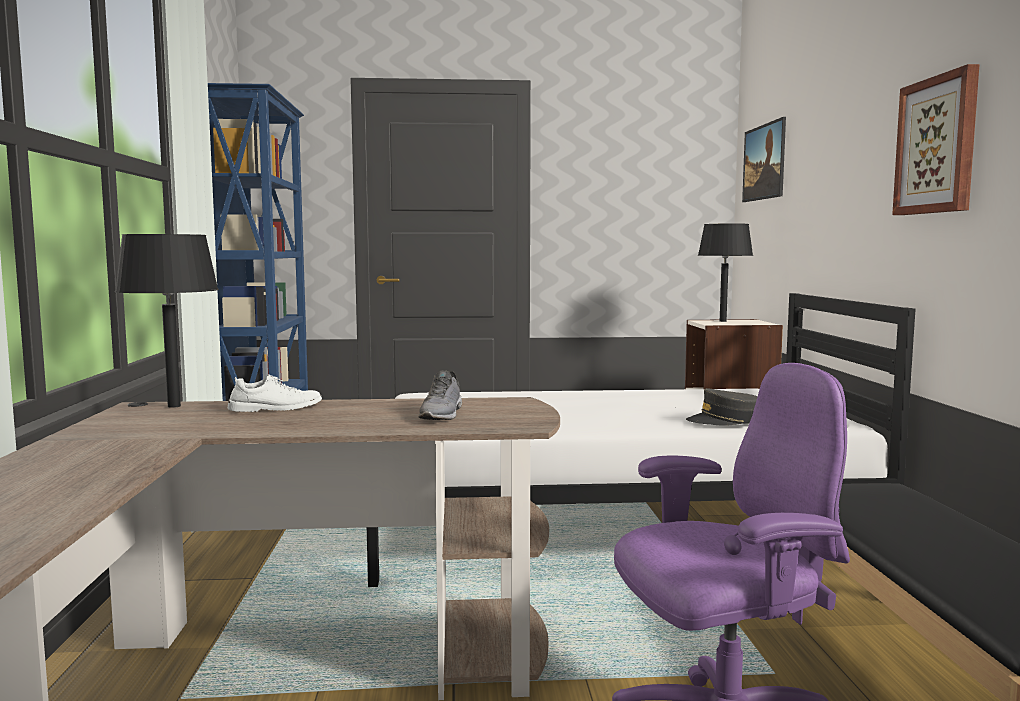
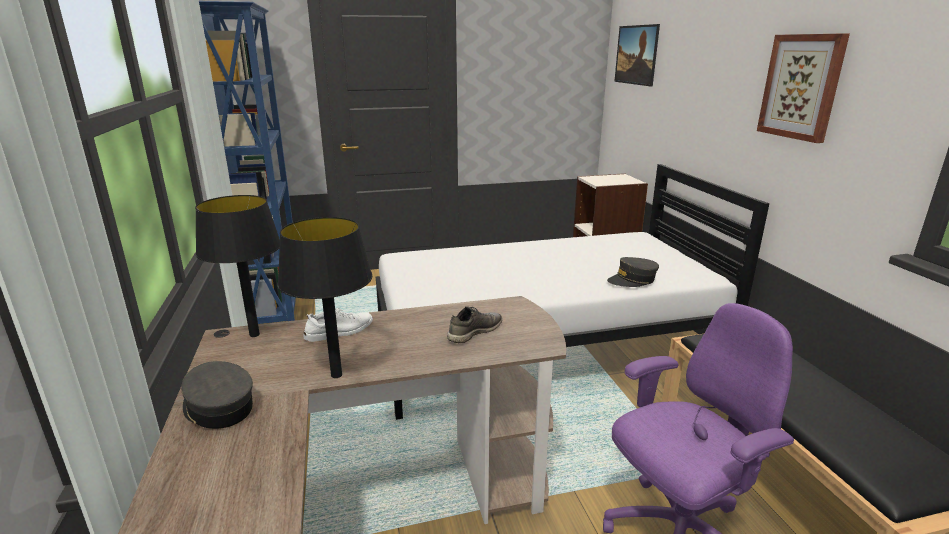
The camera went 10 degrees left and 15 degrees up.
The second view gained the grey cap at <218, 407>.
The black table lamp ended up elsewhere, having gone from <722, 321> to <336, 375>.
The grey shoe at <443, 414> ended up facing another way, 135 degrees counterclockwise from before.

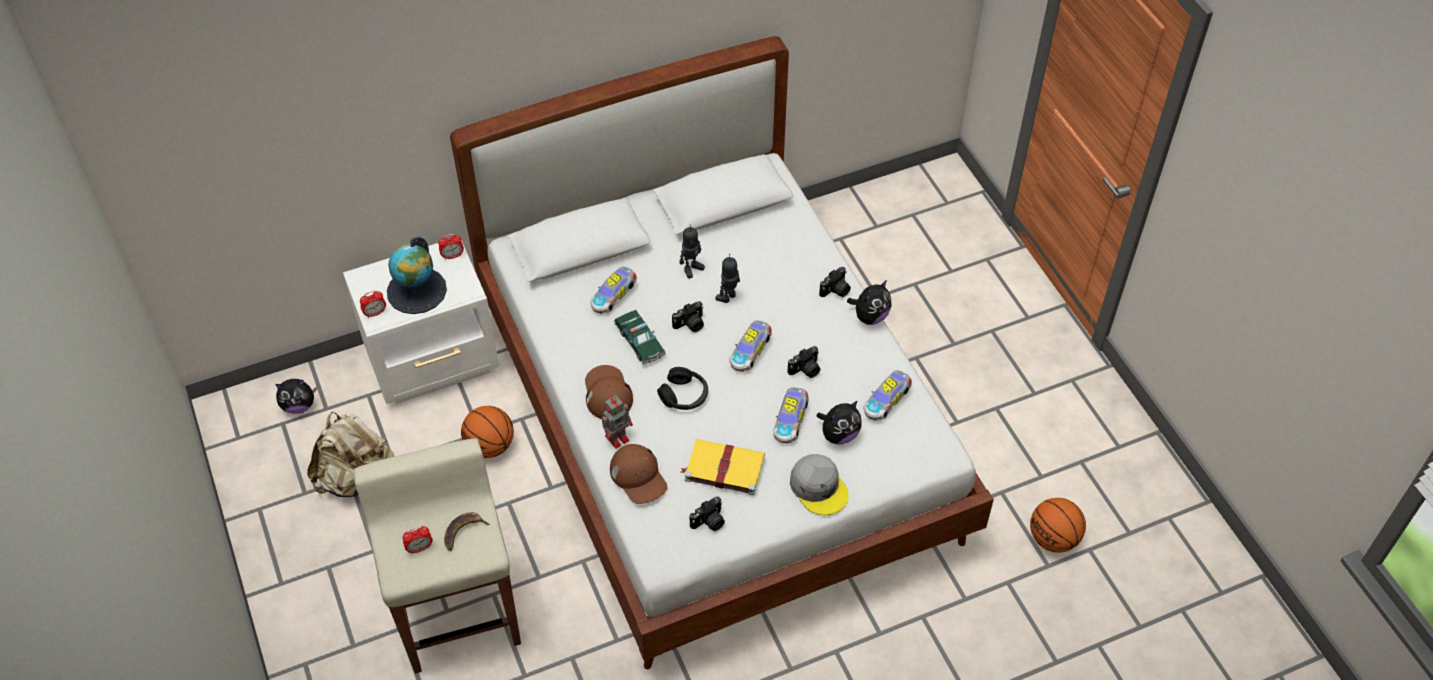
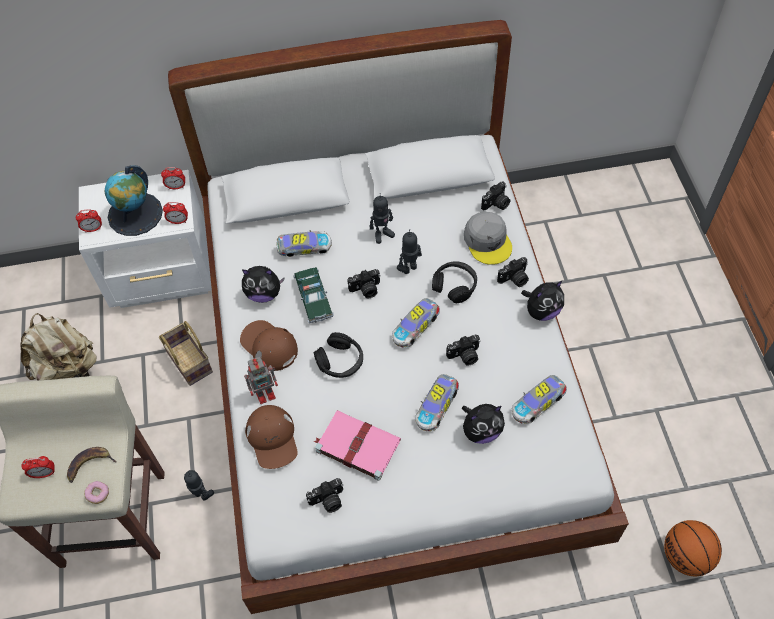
The camera went 15 degrees right and 5 degrees up.
The second view gained the donut at <98, 494>.
Where the basketball stood at <490, 446>, the basket came to stand at <188, 361>.
The second view gained the alarm clock at <178, 221>.
The second view gained the toy robot at <201, 495>.
The brown cap at <607, 394> ended up facing another way, 45 degrees counterclockwise from before.
The plush toy ended up elsewhere, having gone from <299, 406> to <264, 294>.
The toy car at <614, 295> ended up facing another way, 150 degrees counterclockwise from before.
What was the yellow book at <723, 468> turned into the pink book at <356, 445>.
The second view gained the black headphones at <454, 285>.
The grey cap ended up elsewhere, having gone from <819, 487> to <488, 241>.
The second view gained the photo camera at <496, 204>.

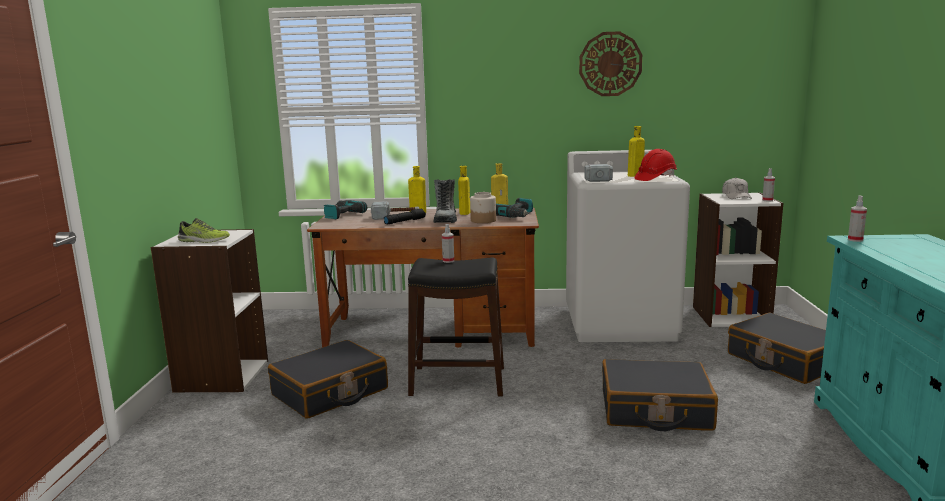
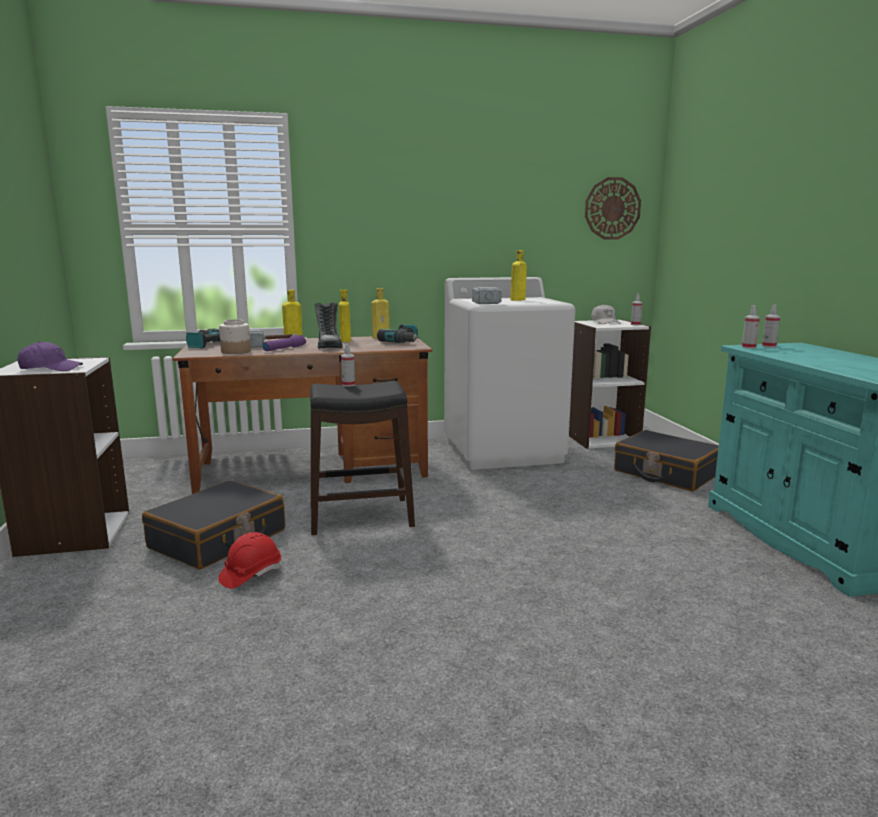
The camera went 15 degrees left and 0 degrees up.
Where the shoe stood at <203, 240>, the purple cap came to stand at <50, 368>.
The red hard hat ended up elsewhere, having gone from <655, 178> to <251, 574>.
The jar ended up elsewhere, having gone from <483, 220> to <236, 351>.
What was the black flashlight at <405, 221> turned into the purple flashlight at <284, 348>.
The wall clock ended up elsewhere, having gone from <610, 64> to <612, 208>.
The second view gained the spray bottle at <769, 346>.
The second view lost the black suitcase at <655, 410>.

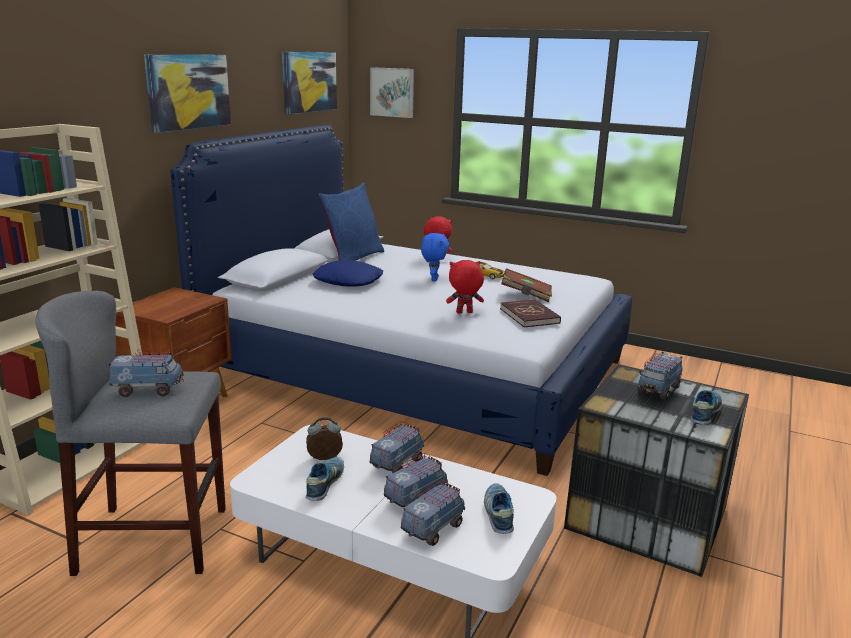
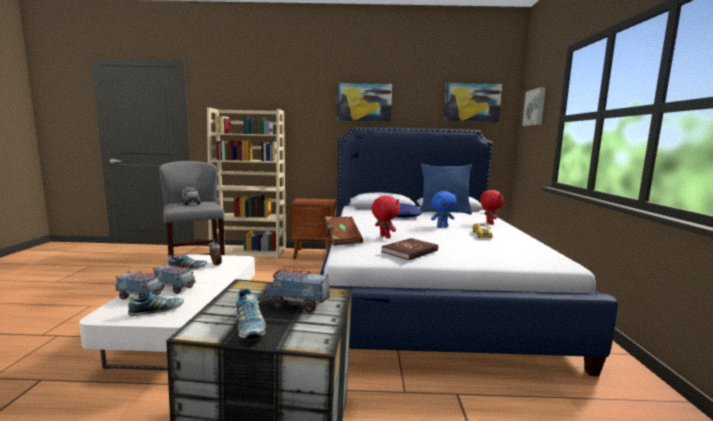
The camera went 65 degrees right and 10 degrees down.
The shoe at <705, 413> ended up facing another way, 60 degrees clockwise from before.
The brown book ended up elsewhere, having gone from <526, 295> to <342, 239>.
The second view lost the toy truck at <397, 463>.

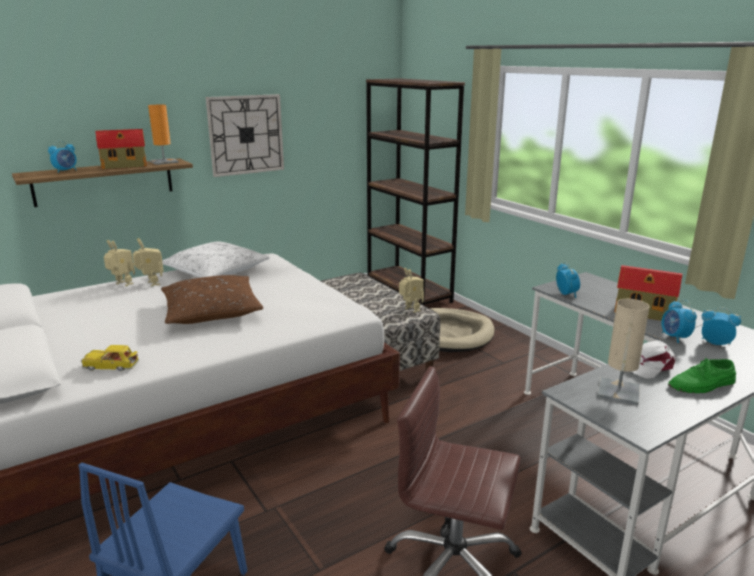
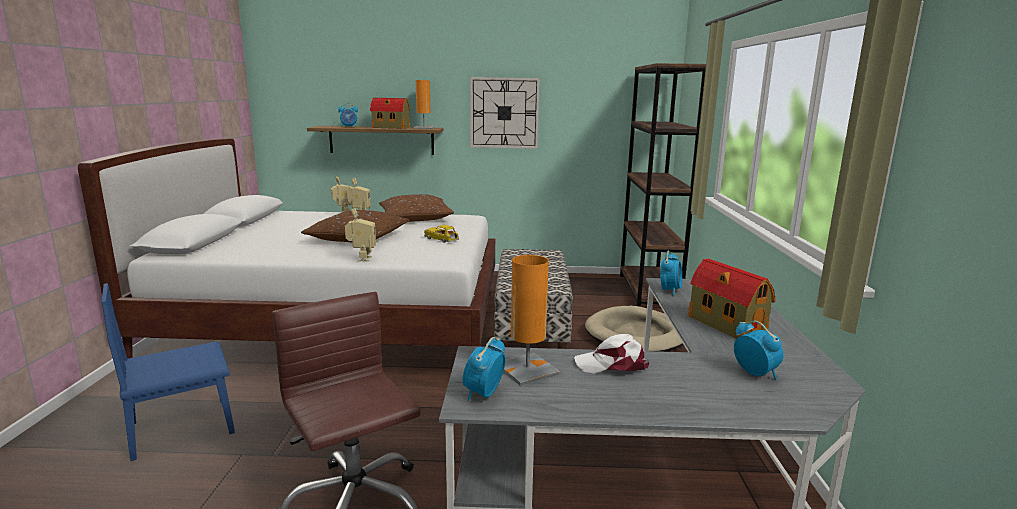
The camera went 35 degrees right and 5 degrees down.
The toy robot ended up elsewhere, having gone from <410, 310> to <362, 259>.
What was the white pillow at <216, 271> turned into the brown pillow at <415, 218>.
The toy car ended up elsewhere, having gone from <112, 366> to <442, 239>.
The alarm clock ended up elsewhere, having gone from <674, 337> to <483, 394>.
What was the beige table lamp at <618, 391> turned into the orange table lamp at <527, 370>.
The second view lost the green shoe at <702, 385>.

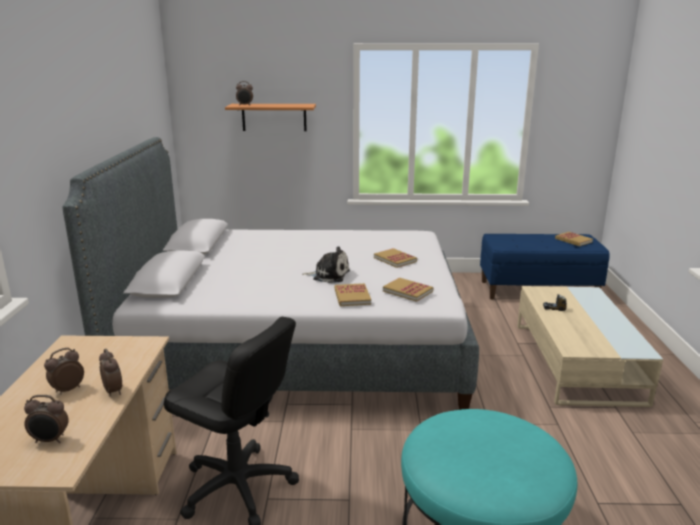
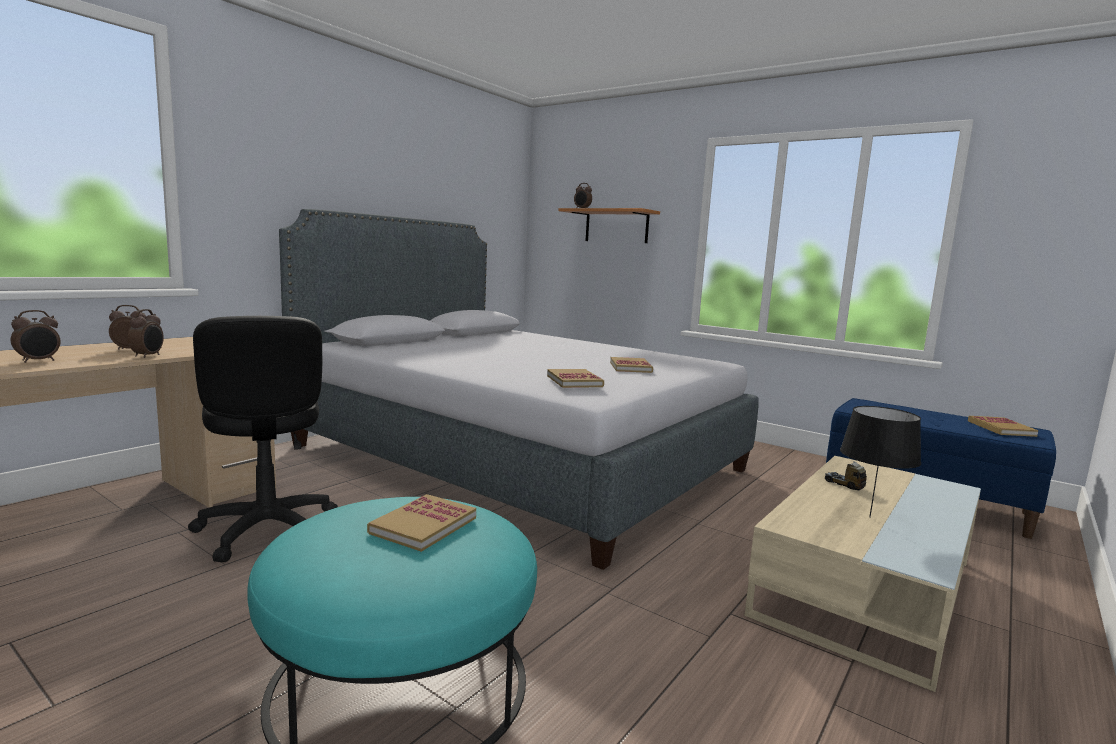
The camera went 35 degrees right and 10 degrees down.
The alarm clock at <50, 440> ended up facing another way, 90 degrees counterclockwise from before.
The book ended up elsewhere, having gone from <352, 296> to <423, 525>.
The second view gained the black table lamp at <870, 518>.
The second view lost the plush toy at <329, 275>.

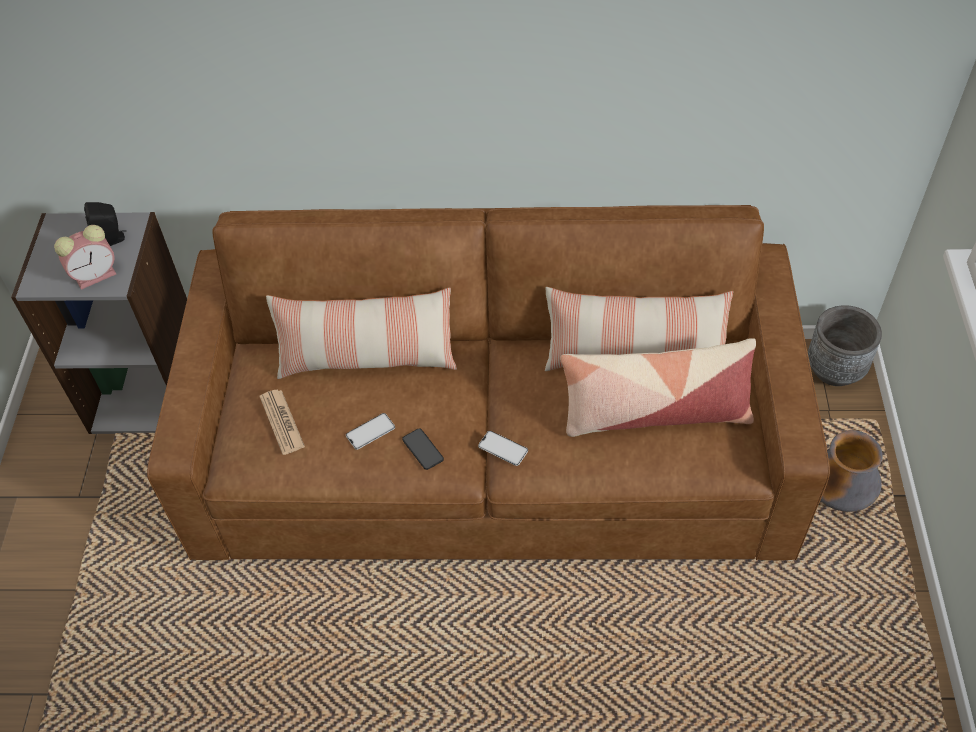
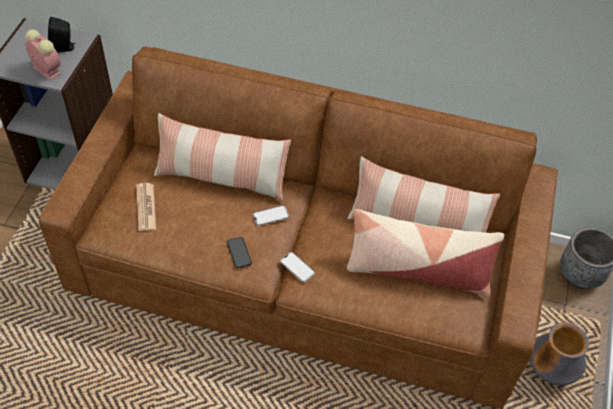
The camera went 10 degrees right and 0 degrees up.
The alarm clock at <97, 274> ended up facing another way, 120 degrees counterclockwise from before.
The phone ended up elsewhere, having gone from <370, 431> to <270, 215>.

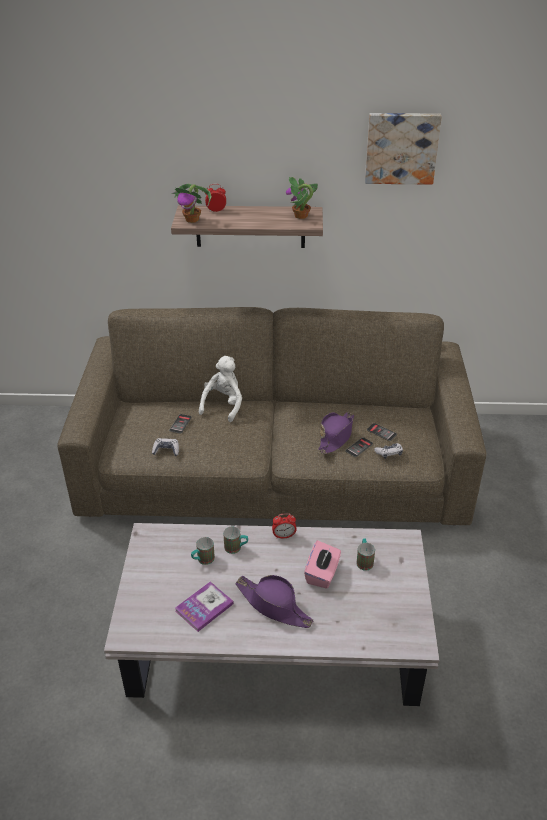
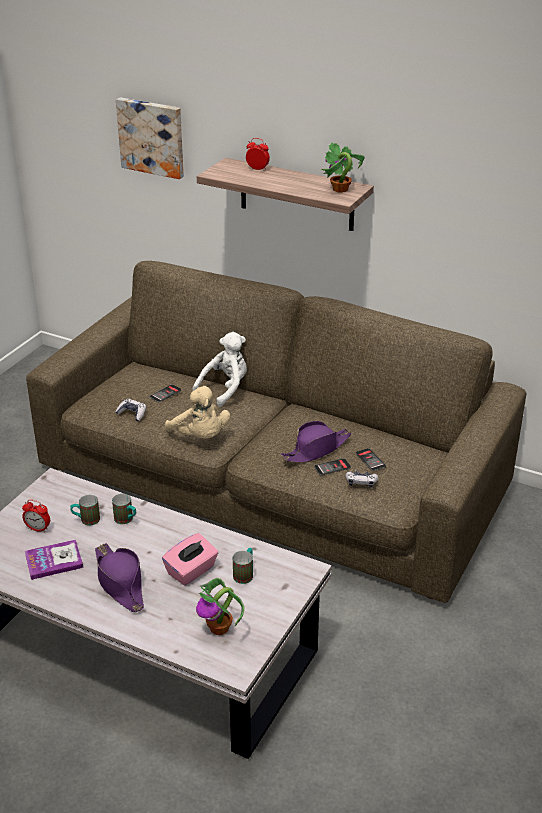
The camera went 25 degrees right and 5 degrees down.
The alarm clock ended up elsewhere, having gone from <284, 536> to <38, 529>.
The picture ended up elsewhere, having gone from <401, 147> to <152, 137>.
The second view gained the beige plush toy at <200, 437>.
The potted plant ended up elsewhere, having gone from <192, 219> to <220, 628>.

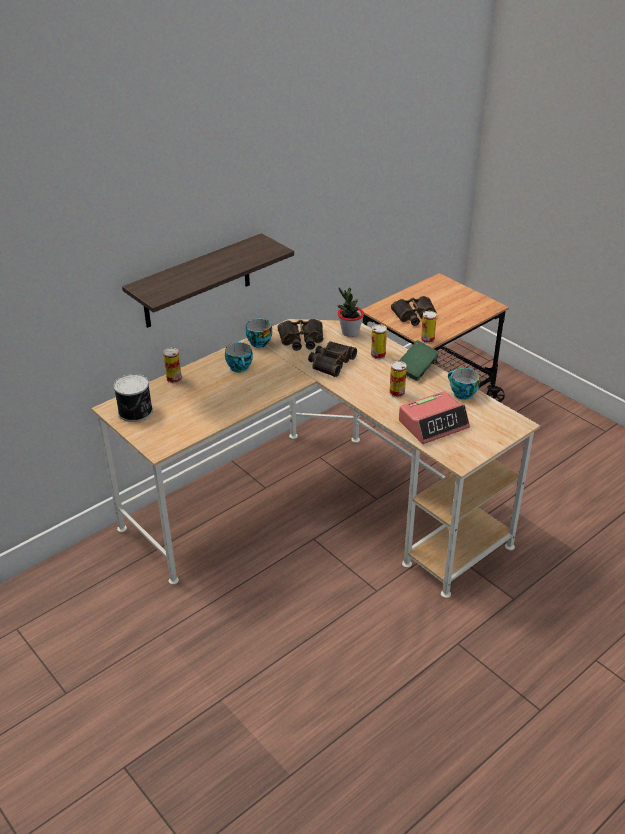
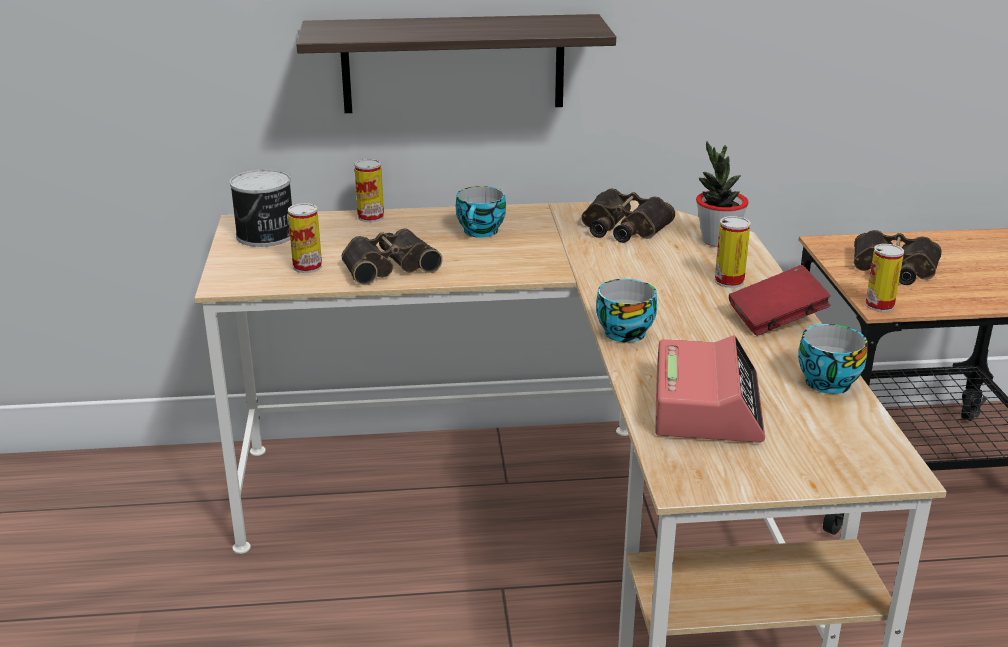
The camera went 35 degrees right and 10 degrees down.
The can ended up elsewhere, having gone from <397, 392> to <307, 267>.
The binoculars ended up elsewhere, having gone from <331, 362> to <388, 265>.
The cup ended up elsewhere, having gone from <258, 342> to <624, 331>.
The alarm clock at <433, 424> ended up facing another way, 90 degrees counterclockwise from before.
What was the green book at <416, 369> turned into the red book at <776, 320>.

